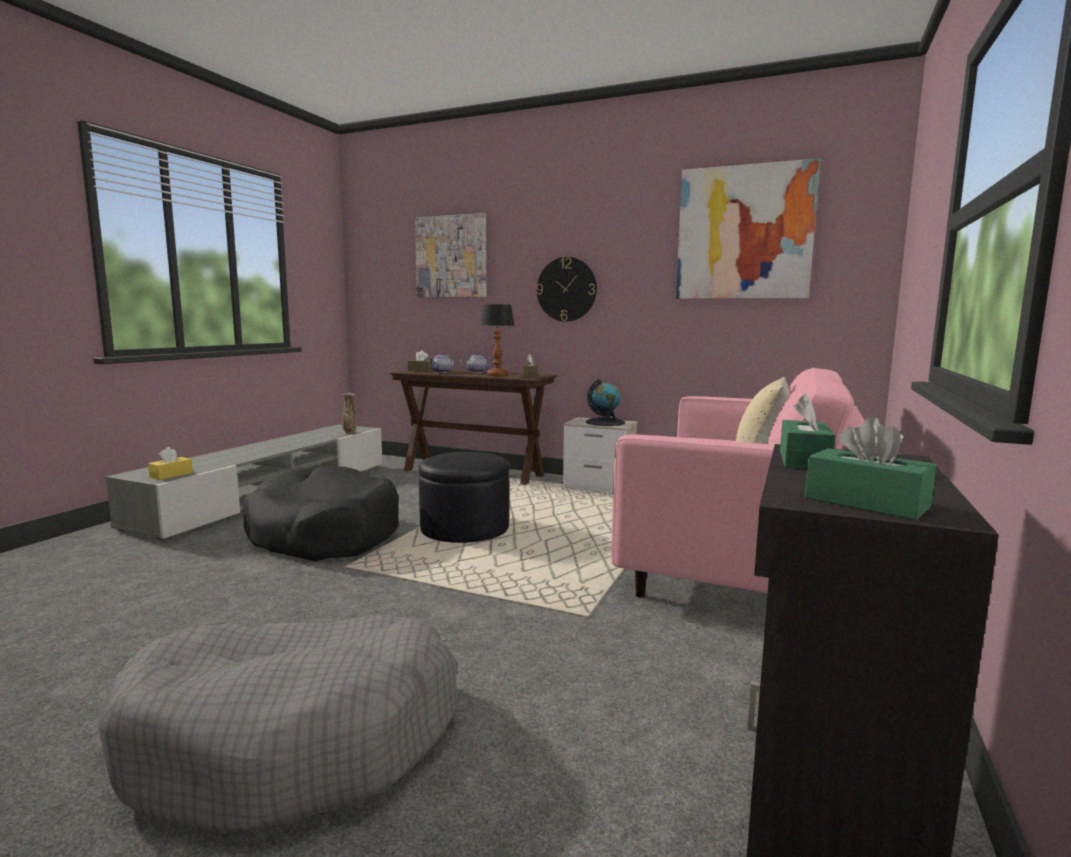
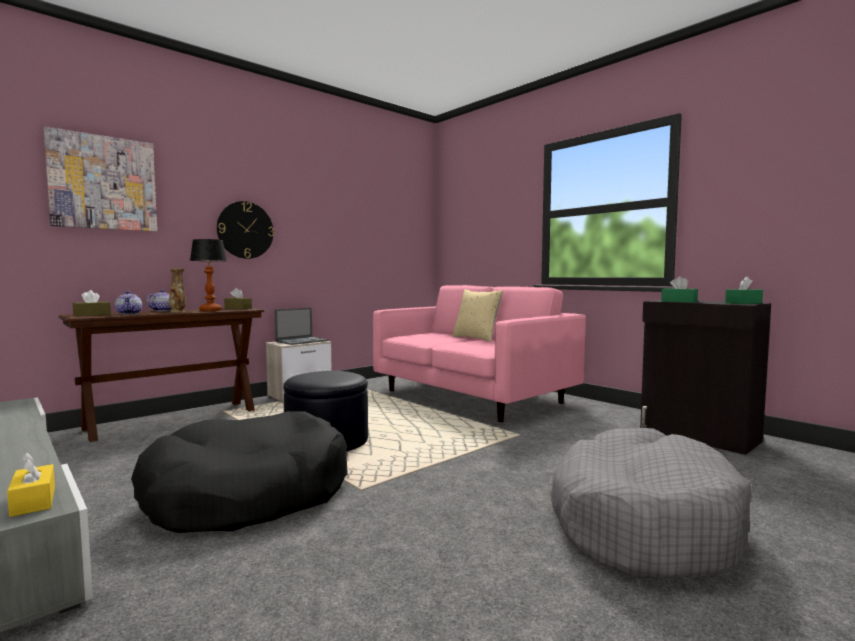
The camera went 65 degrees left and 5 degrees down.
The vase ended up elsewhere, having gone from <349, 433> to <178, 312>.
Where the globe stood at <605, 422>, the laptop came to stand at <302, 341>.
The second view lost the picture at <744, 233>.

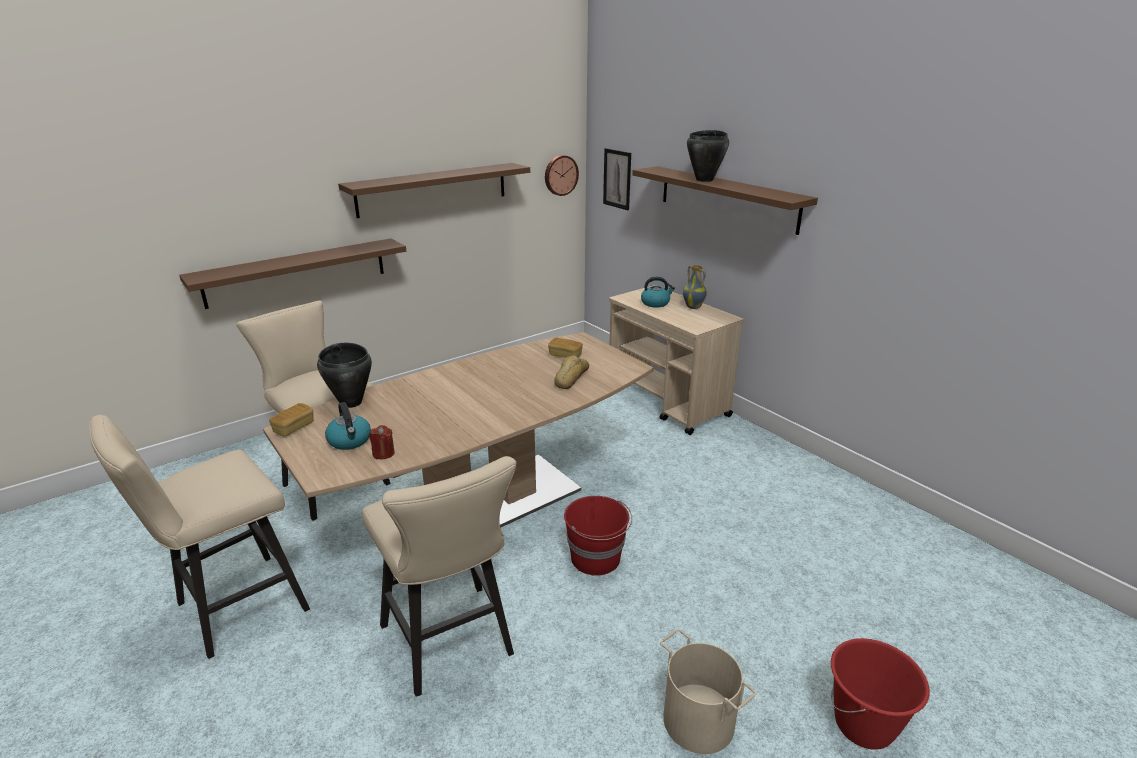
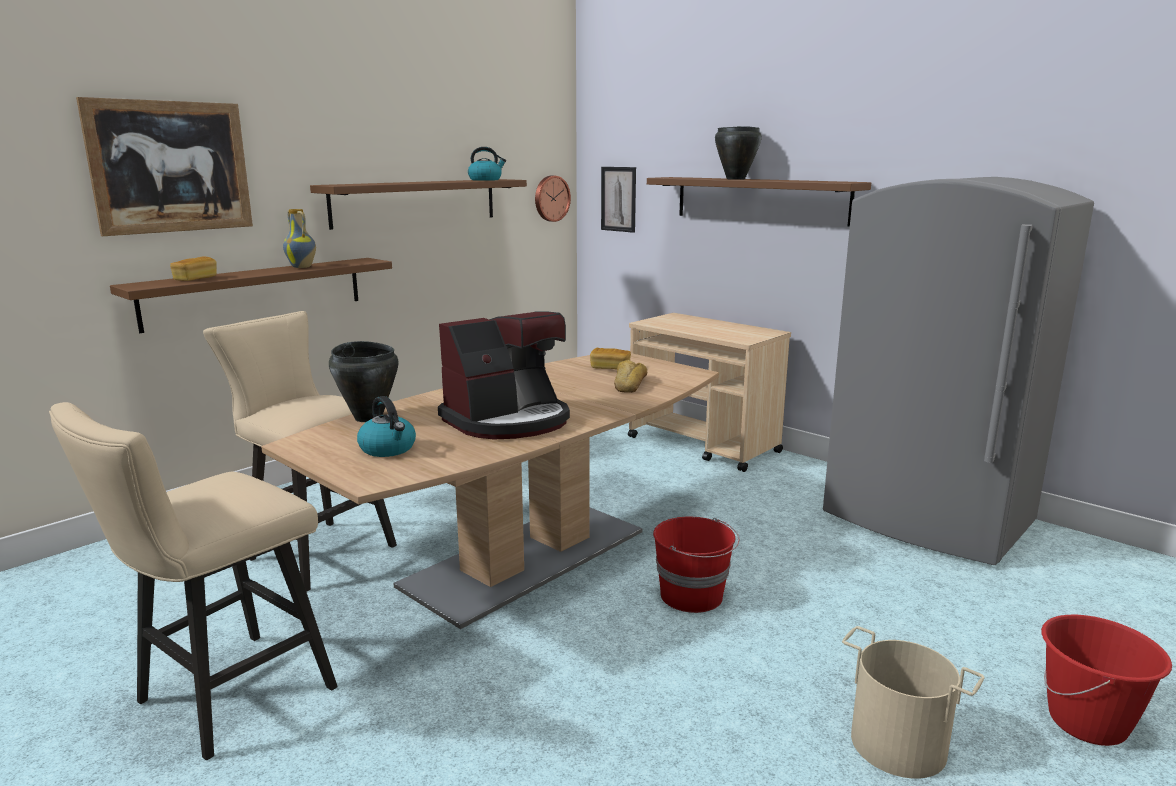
The camera went 10 degrees left and 10 degrees down.
The second view gained the picture at <171, 167>.
The bread ended up elsewhere, having gone from <294, 428> to <195, 279>.
The vase ended up elsewhere, having gone from <694, 307> to <302, 267>.
The second view gained the coffee machine at <508, 421>.
The kettle ended up elsewhere, having gone from <655, 303> to <485, 180>.
The second view gained the grey fridge at <927, 520>.
The second view lost the beige stool at <451, 645>.
The second view lost the red candle at <383, 453>.

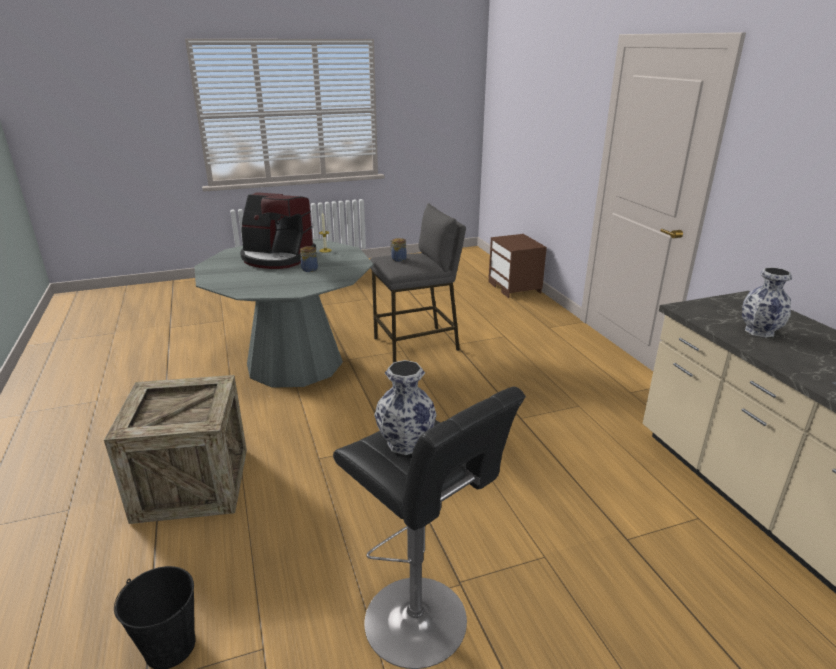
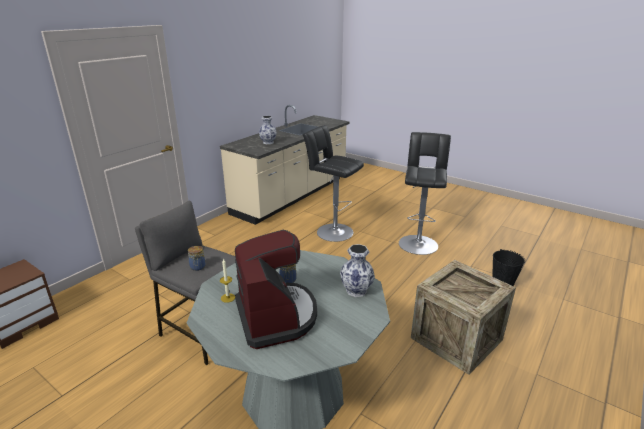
The camera went 125 degrees left and 0 degrees up.
The second view gained the black stool at <332, 231>.
The vase ended up elsewhere, having gone from <406, 442> to <355, 291>.

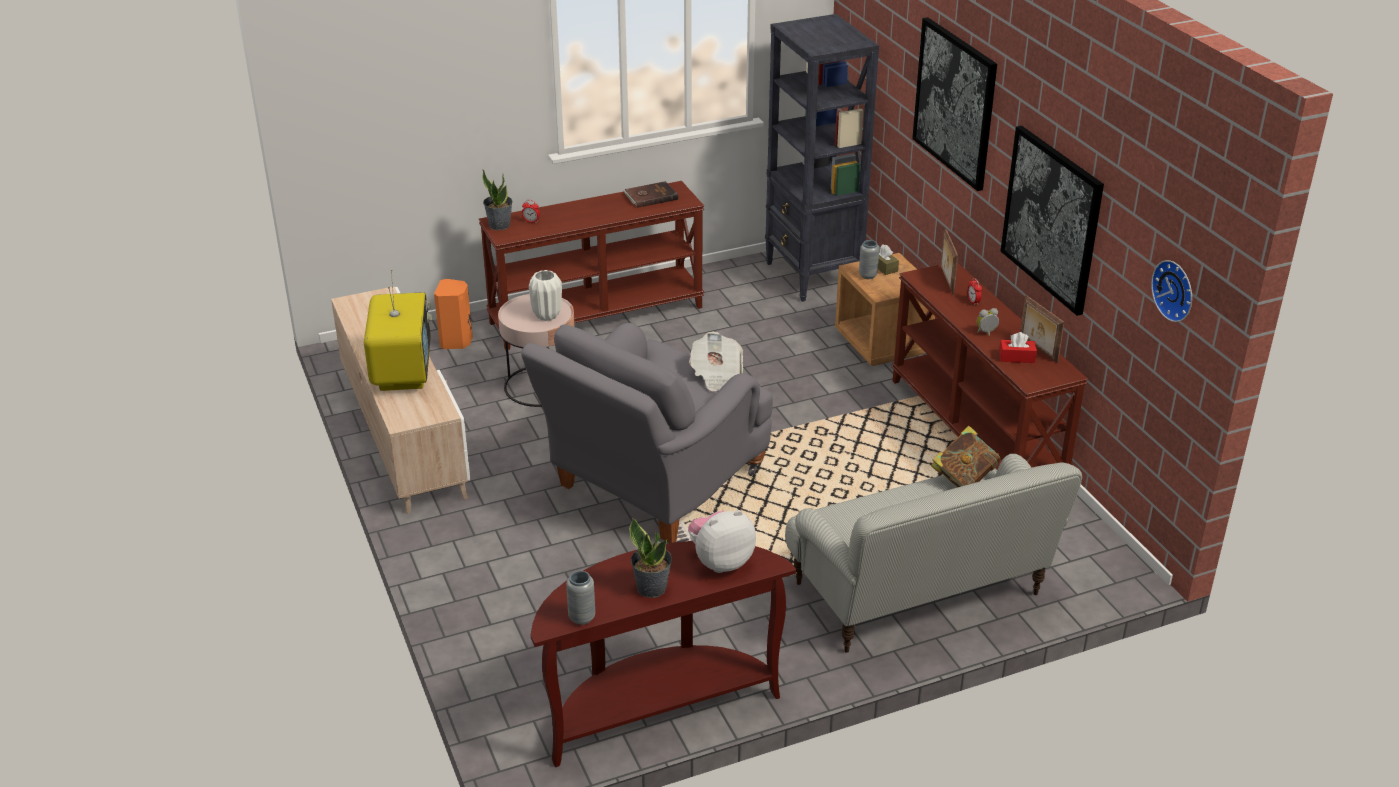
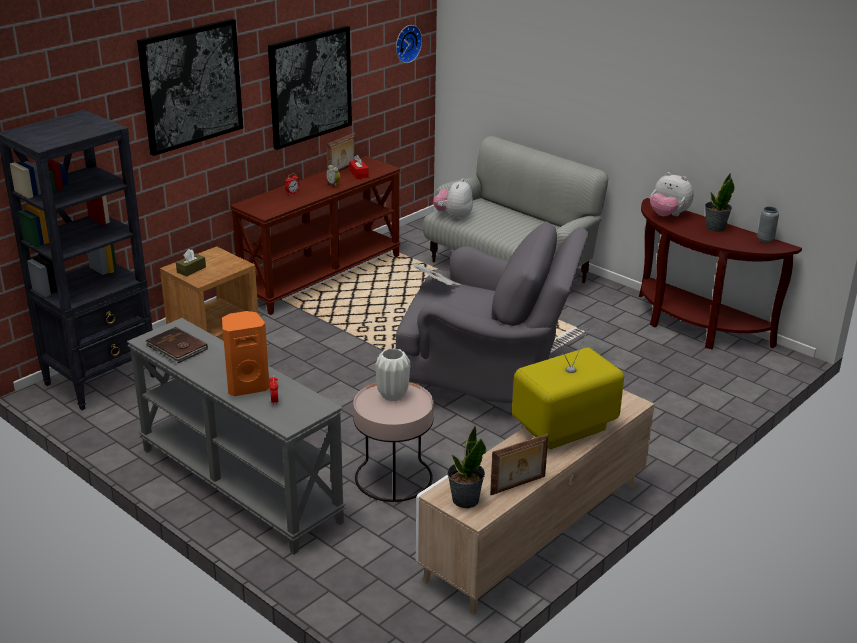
The camera went 115 degrees left and 5 degrees down.
What was the brown console table at <596, 314> turned into the grey console table at <237, 485>.
The orange speaker ended up elsewhere, having gone from <457, 342> to <247, 386>.
Where the book stood at <964, 478>, the plush toy came to stand at <453, 216>.
The potted plant ended up elsewhere, having gone from <499, 225> to <465, 500>.
The picture frame ended up elsewhere, having gone from <946, 280> to <518, 486>.
The second view lost the grey vase at <867, 275>.

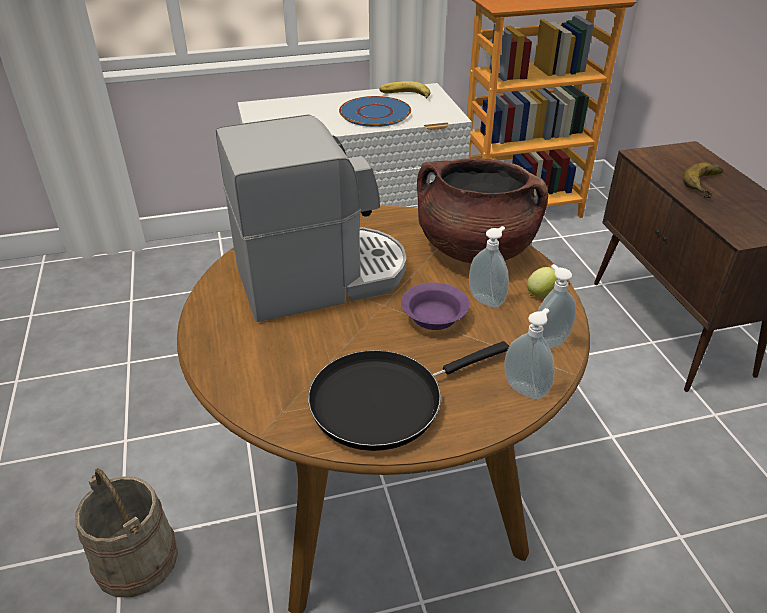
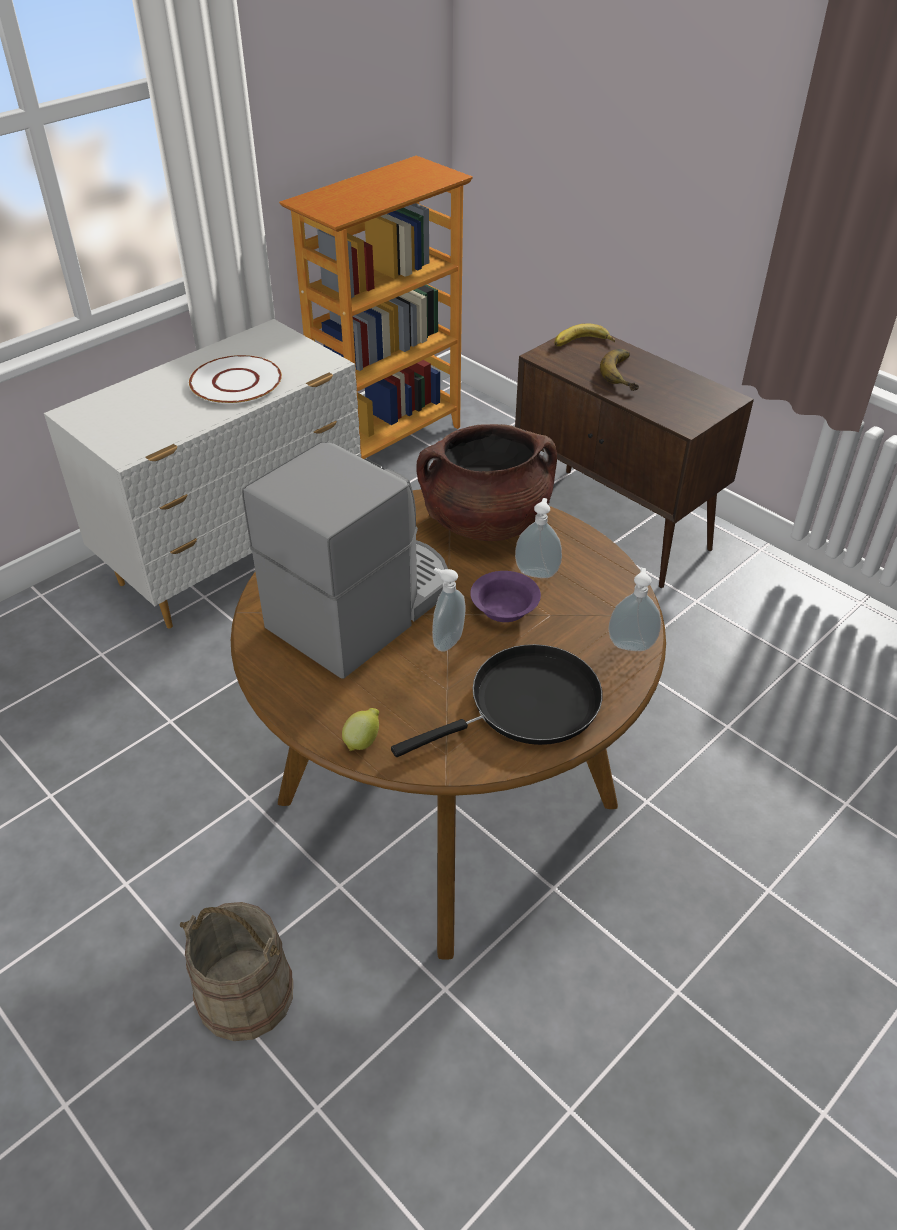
The camera went 30 degrees left and 5 degrees up.
What was the blue plate at <375, 113> turned into the white plate at <236, 382>.
The lemon ended up elsewhere, having gone from <542, 294> to <363, 741>.
The black frying pan at <384, 401> ended up facing another way, 150 degrees counterclockwise from before.
The soap dispenser ended up elsewhere, having gone from <548, 342> to <446, 641>.
The banana ended up elsewhere, having gone from <405, 96> to <583, 344>.

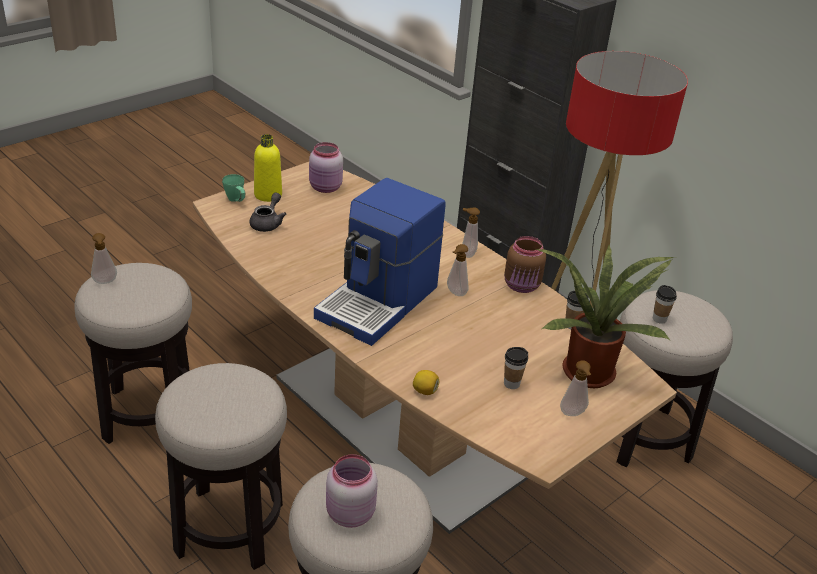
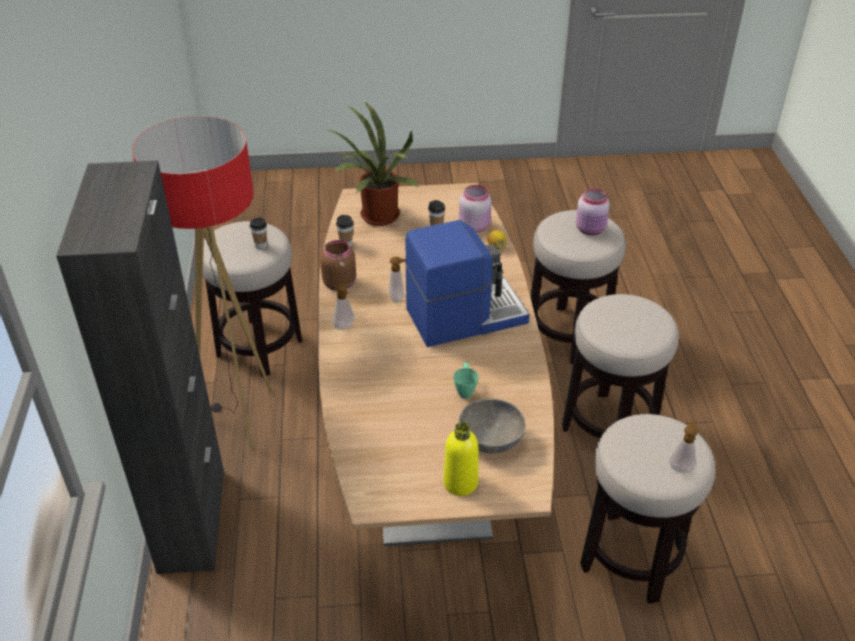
The camera went 140 degrees left and 5 degrees up.
The green mug ended up elsewhere, having gone from <236, 201> to <465, 390>.
The pink jar ended up elsewhere, having gone from <325, 188> to <474, 226>.
Where the grey teapot stood at <268, 223>, the grey bowl came to stand at <491, 440>.
The second view lost the soap dispenser at <573, 414>.

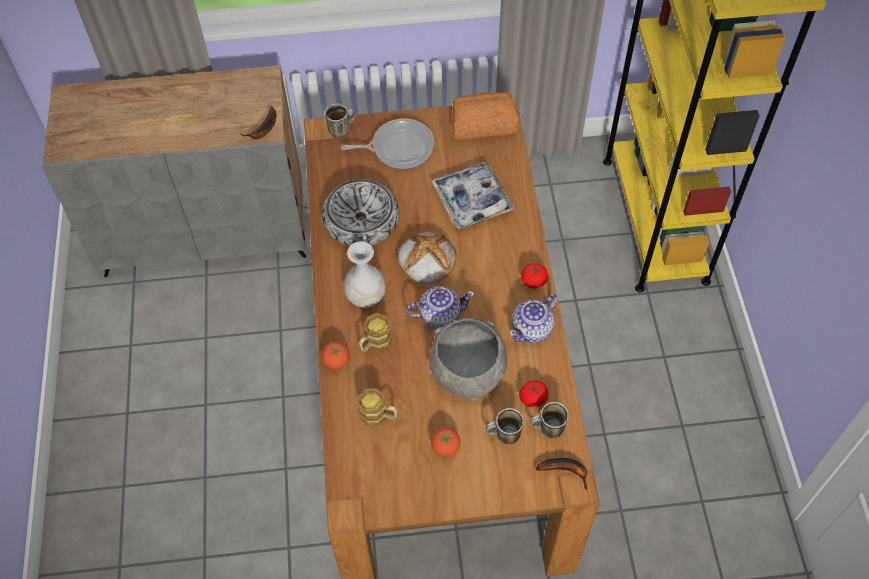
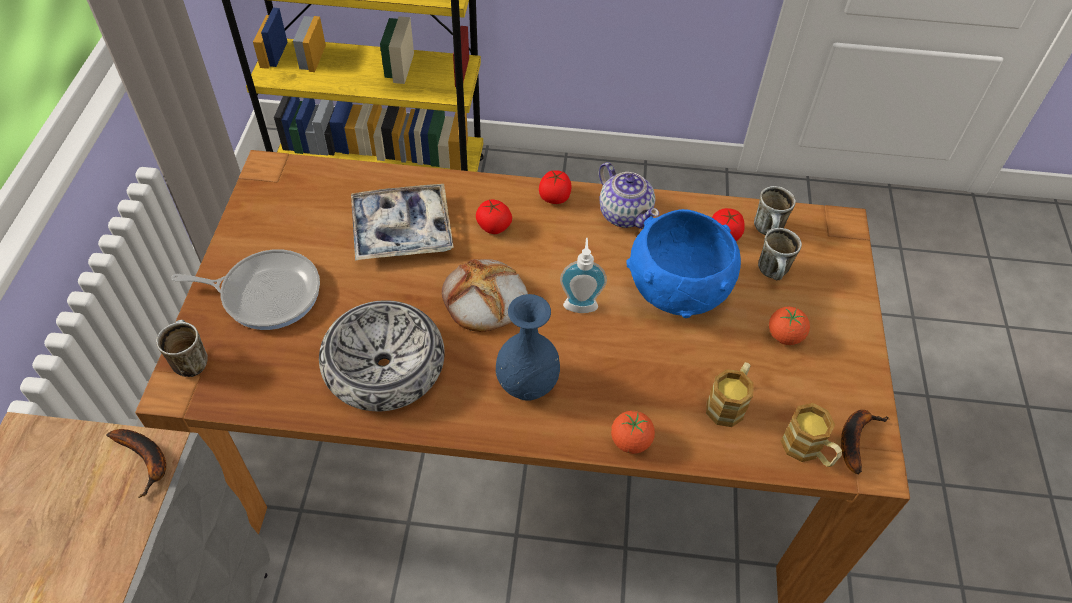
The camera went 80 degrees left and 5 degrees down.
The frying pan at <399, 147> ended up facing another way, 90 degrees clockwise from before.
The second view gained the tomato at <493, 226>.
What was the white vase at <365, 297> turned into the blue vase at <527, 384>.
Where the teapot stood at <439, 315>, the soap dispenser came to stand at <580, 303>.
What was the grey bowl at <467, 374> turned into the blue bowl at <678, 291>.
The mug ended up elsewhere, having gone from <374, 343> to <807, 450>.
The banana ended up elsewhere, having gone from <566, 470> to <855, 438>.
The second view lost the bread at <483, 124>.

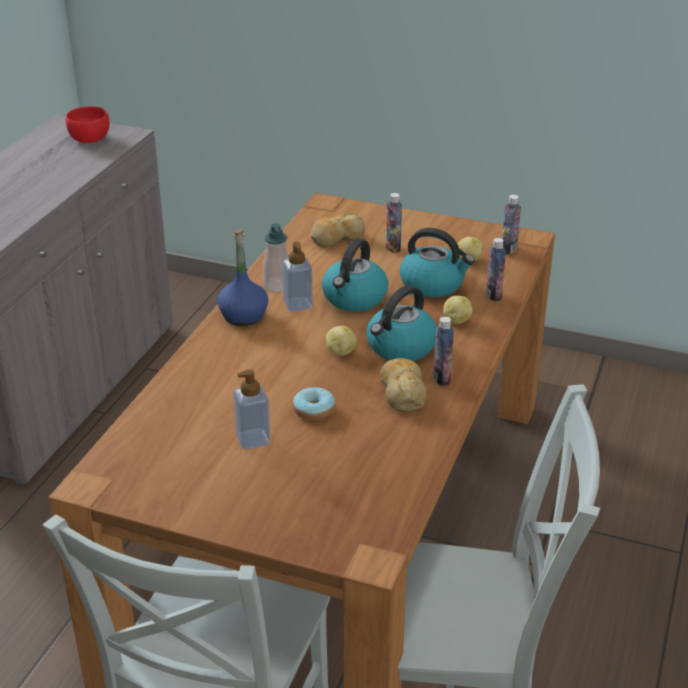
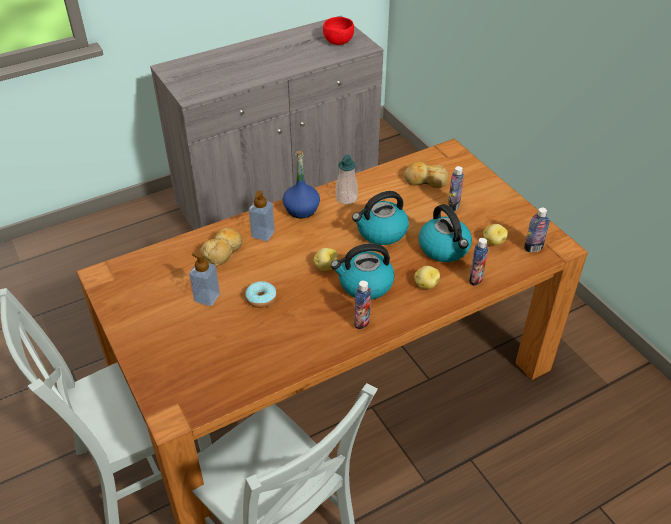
The camera went 40 degrees right and 10 degrees up.
The bread ended up elsewhere, having gone from <402, 392> to <223, 251>.
The soap dispenser ended up elsewhere, having gone from <298, 304> to <263, 234>.

